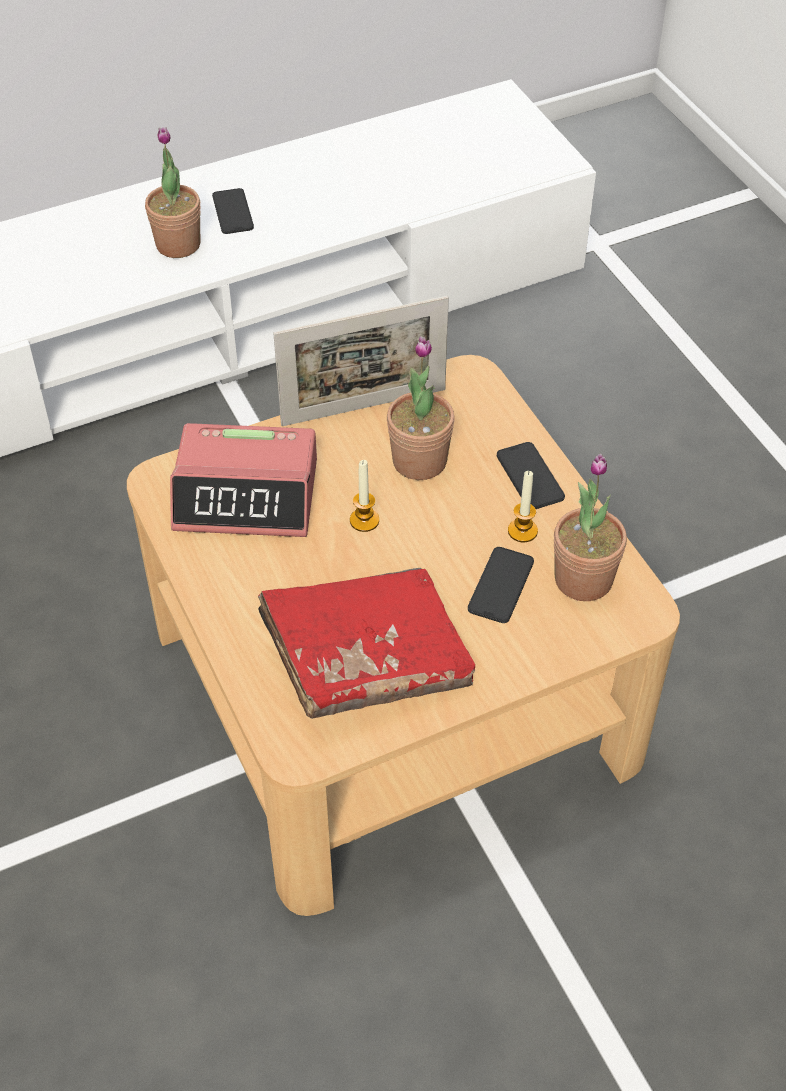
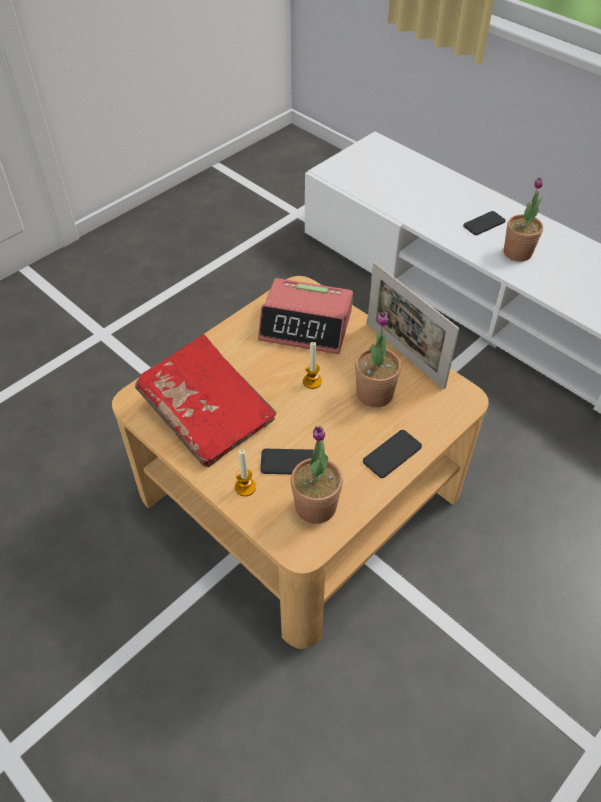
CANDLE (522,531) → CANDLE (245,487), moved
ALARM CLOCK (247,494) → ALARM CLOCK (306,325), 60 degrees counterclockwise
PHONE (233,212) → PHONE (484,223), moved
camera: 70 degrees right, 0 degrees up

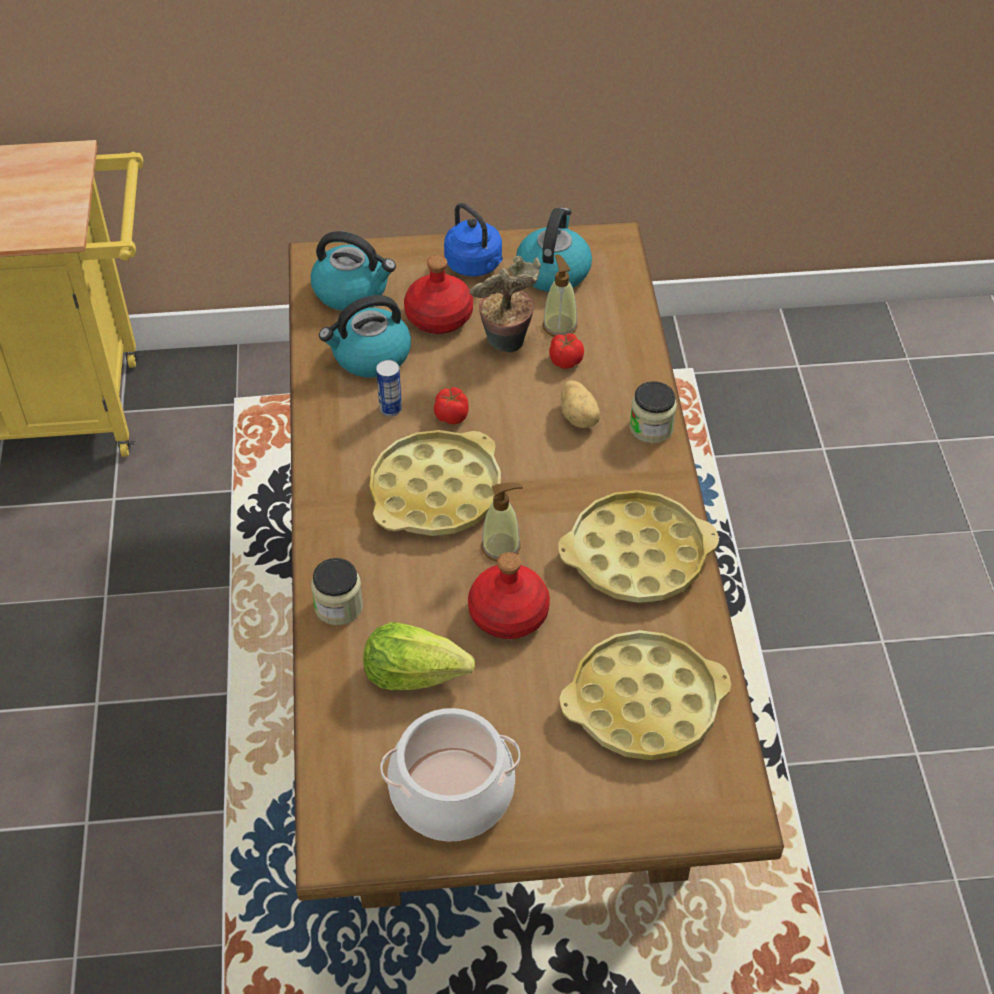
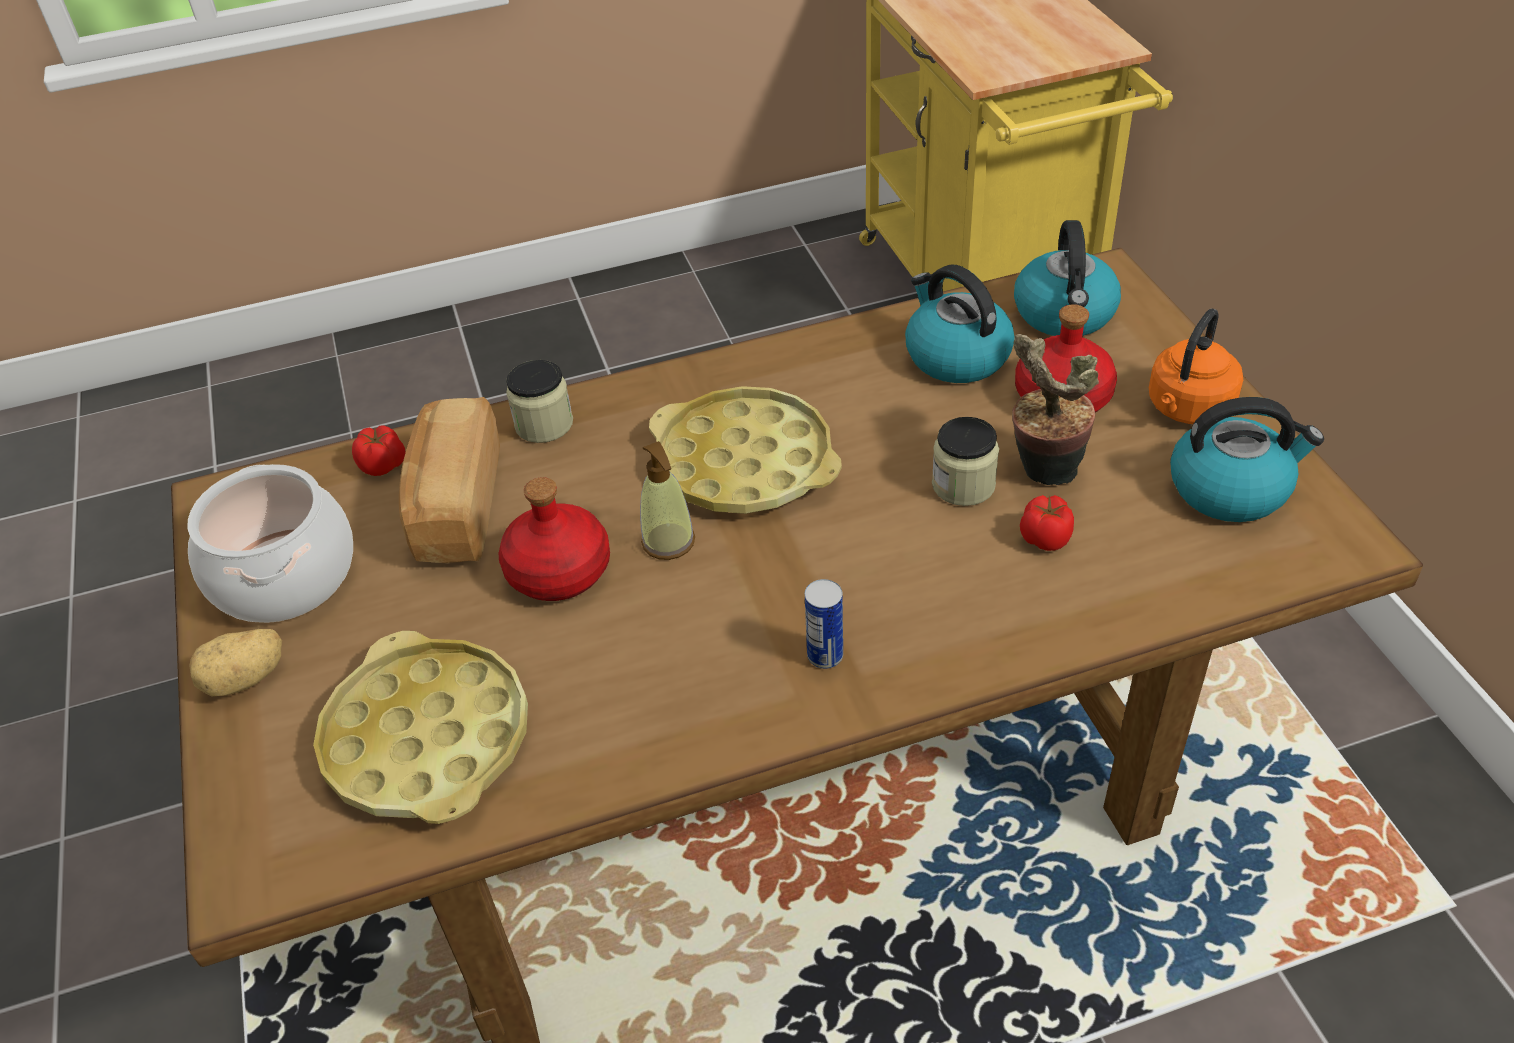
POTATO (579,417) → POTATO (246,679), moved
TOMATO (452,415) → TOMATO (384,465), moved
LETTUCE (415,673) → BREAD (455,507)
CAN (390,409) → CAN (825,656), moved
JAR (651,428) → JAR (963,485), moved
BLUE KETTLE (475,265) → ORANGE KETTLE (1187,409)
SOAP DISPENSER (559,326) → -
YELLOW TRAY (636,555) → -
camera: 80 degrees right, 5 degrees down

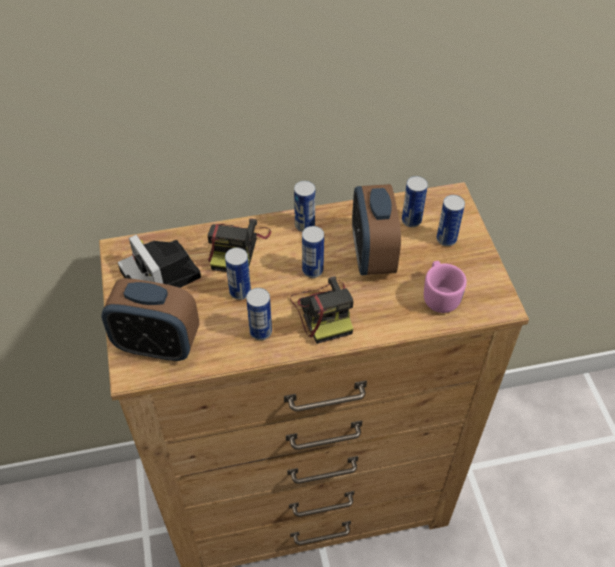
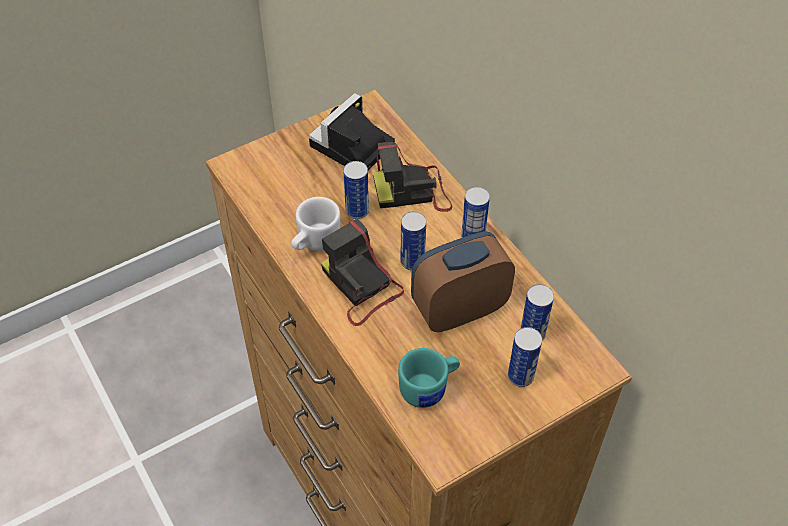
CAN (260,331) → WHITE MUG (314,242)
PHOTO CAMERA (324,311) → PHOTO CAMERA (361,286), 90 degrees clockwise
PINK MUG (440,295) → TURQUOISE MUG (429,389)
ALARM CLOCK (157,345) → -
camera: 70 degrees right, 0 degrees up

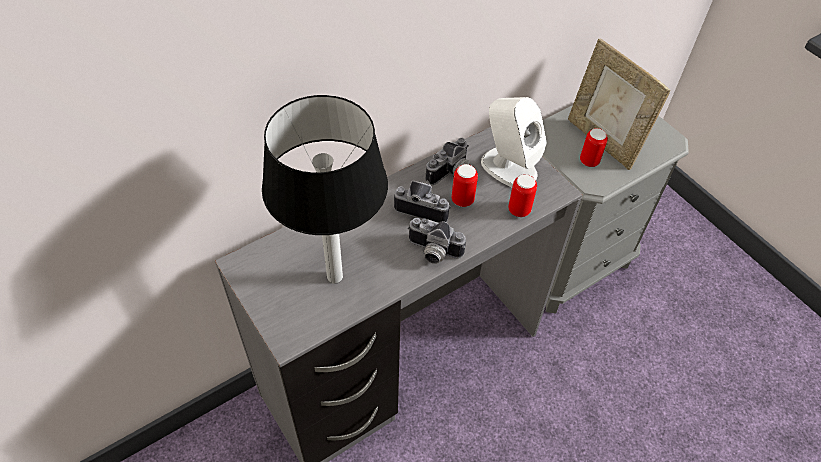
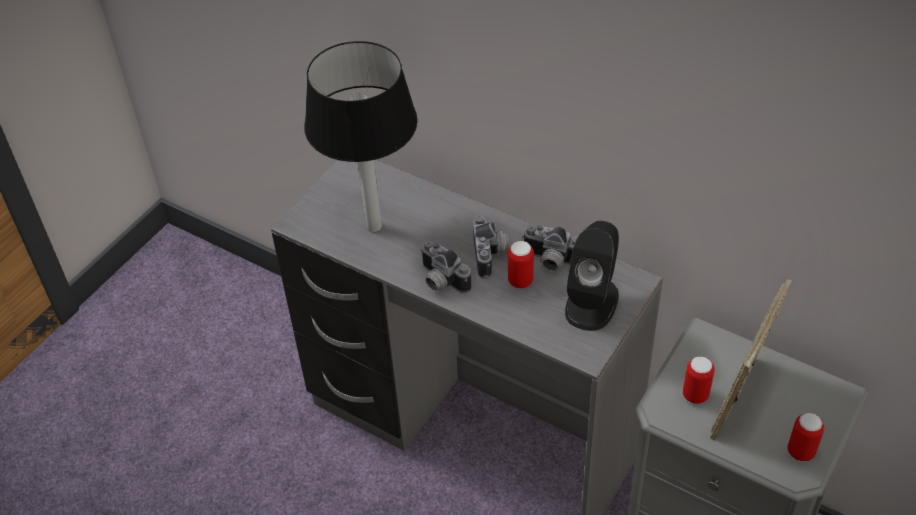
PHOTO CAMERA (433,252) → PHOTO CAMERA (440,281), 45 degrees counterclockwise
WHITE SPEAKER (508,167) → BLACK SPEAKER (592,302)
CAN (519,210) → CAN (800,452), moved
camera: 70 degrees right, 5 degrees down

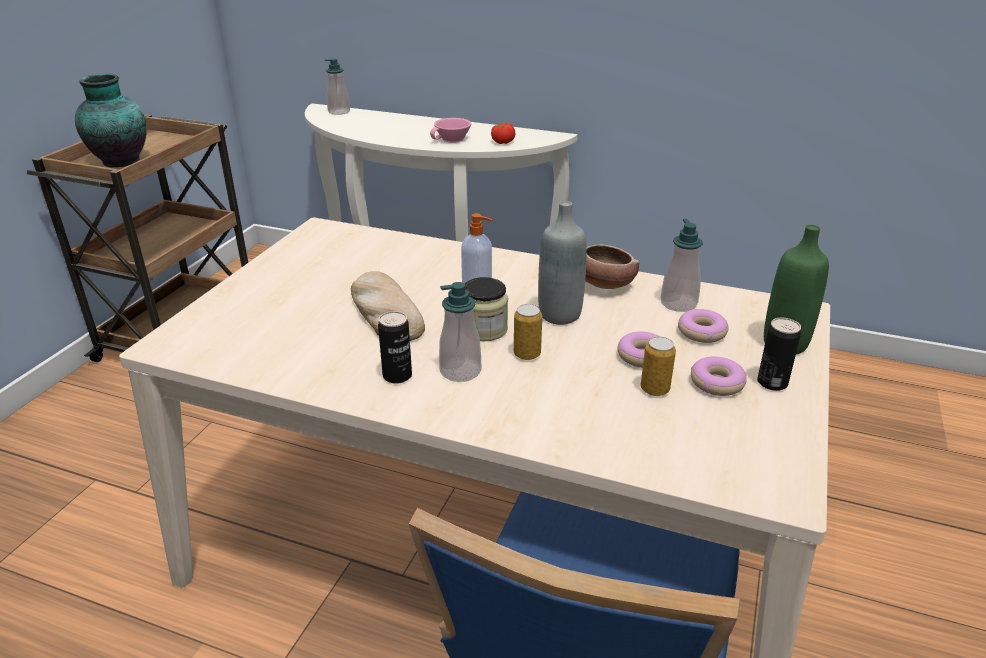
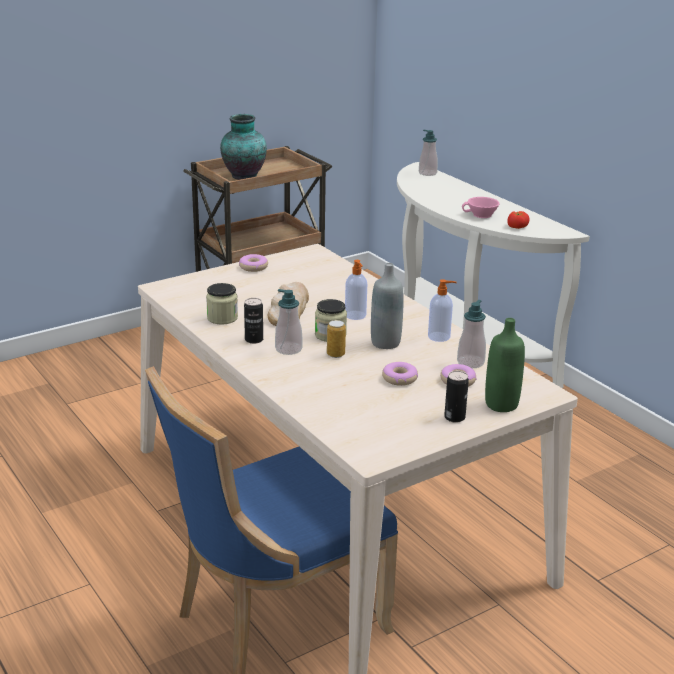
- → JAR (222,318)
DONUT (717,383) → DONUT (253,267), moved
BOWL (603,284) → SOAP DISPENSER (440,337)
CAN (654,389) → -
camera: 35 degrees right, 5 degrees down

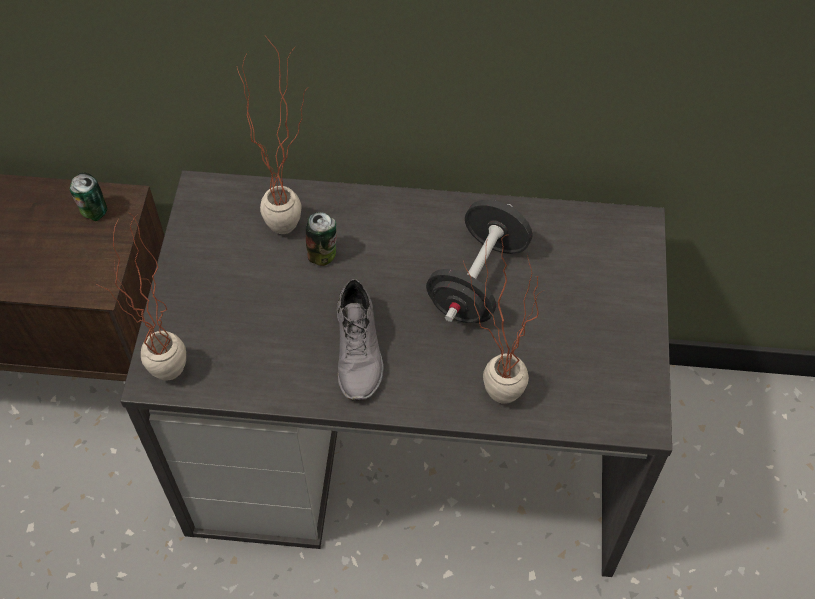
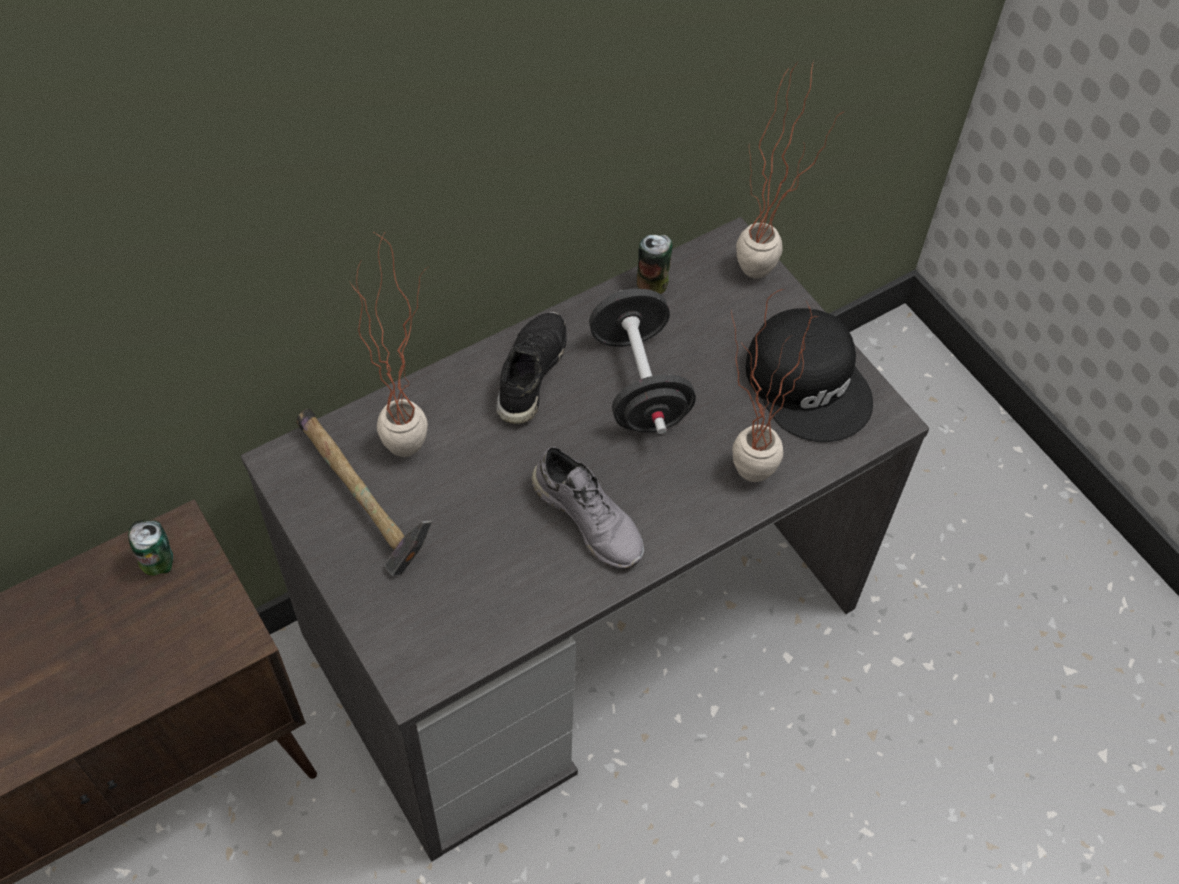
- → HAMMER (361,502)
- → BLACK SHOE (529,373)
CAN (323,255) → CAN (652,284), moved
POTTED PLANT (169,383) → POTTED PLANT (765,279), moved
- → BLACK CAP (809,382)
camera: 40 degrees left, 0 degrees up

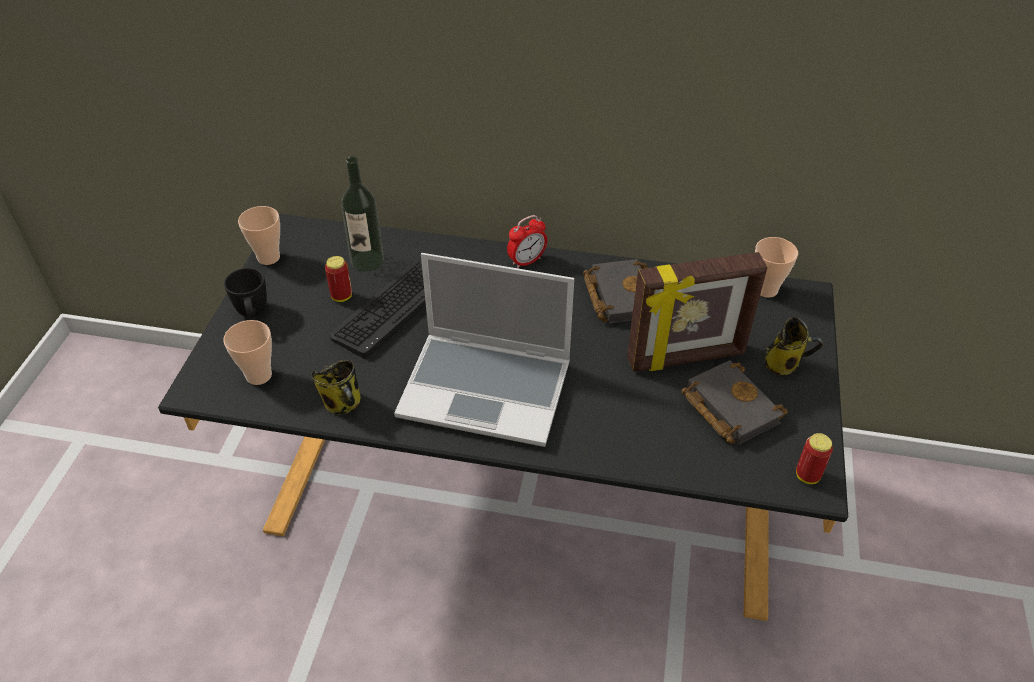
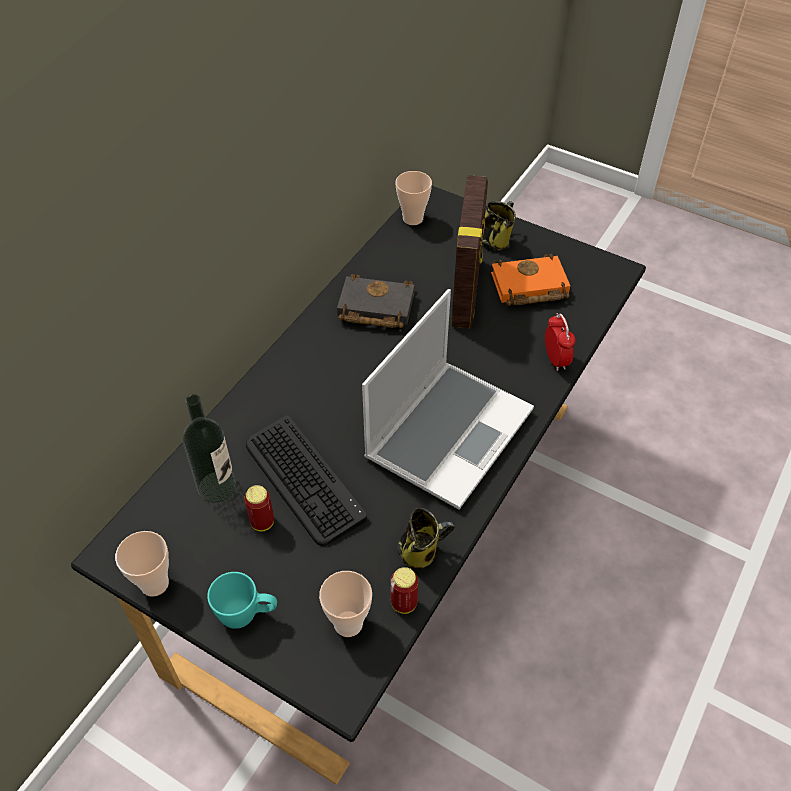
BLACK MUG (253,314) → TURQUOISE MUG (247,615)
CAN (807,475) → CAN (404,603), moved
BLACK BOOK (727,407) → ORANGE BOOK (528,287)
ALARM CLOCK (526,261) → ALARM CLOCK (555,359), moved
camera: 70 degrees left, 5 degrees up

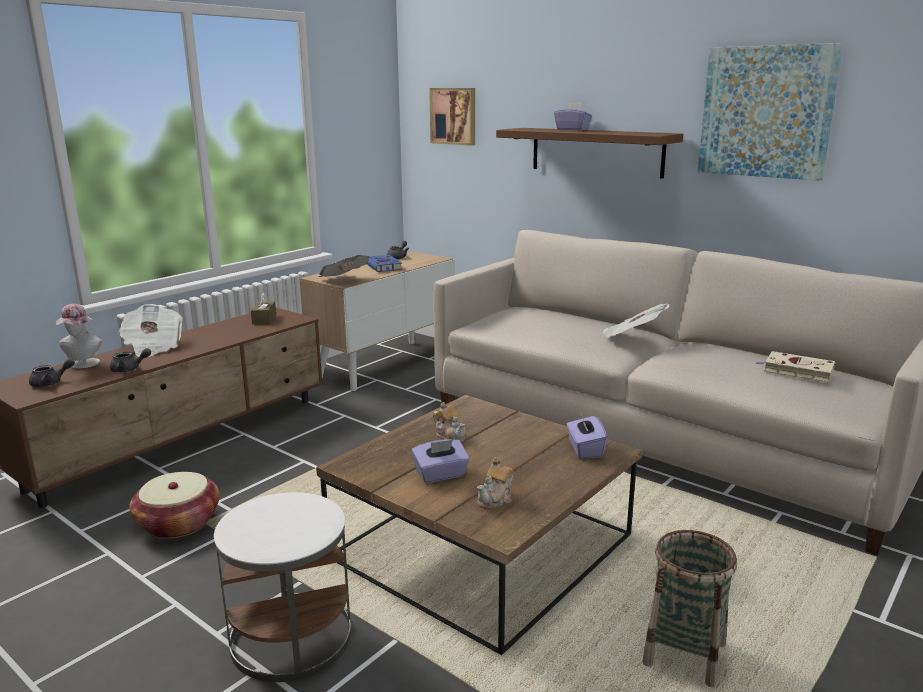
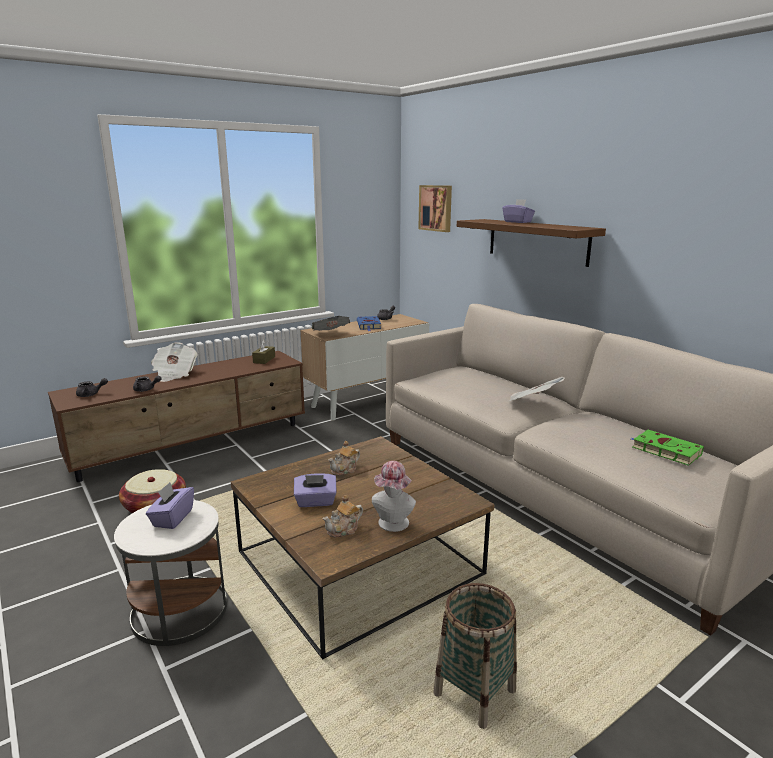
PURPLE TISSUE BOX (585,450) → PURPLE TISSUE BOX (172,518), moved
TEAPOT (450,436) → TEAPOT (345,470), 75 degrees clockwise
HAT (83,365) → HAT (393,525), moved
BEIGE BOOK (796,370) → GREEN BOOK (664,450)
PICTURE (766,112) → -
camera: 15 degrees right, 0 degrees up

